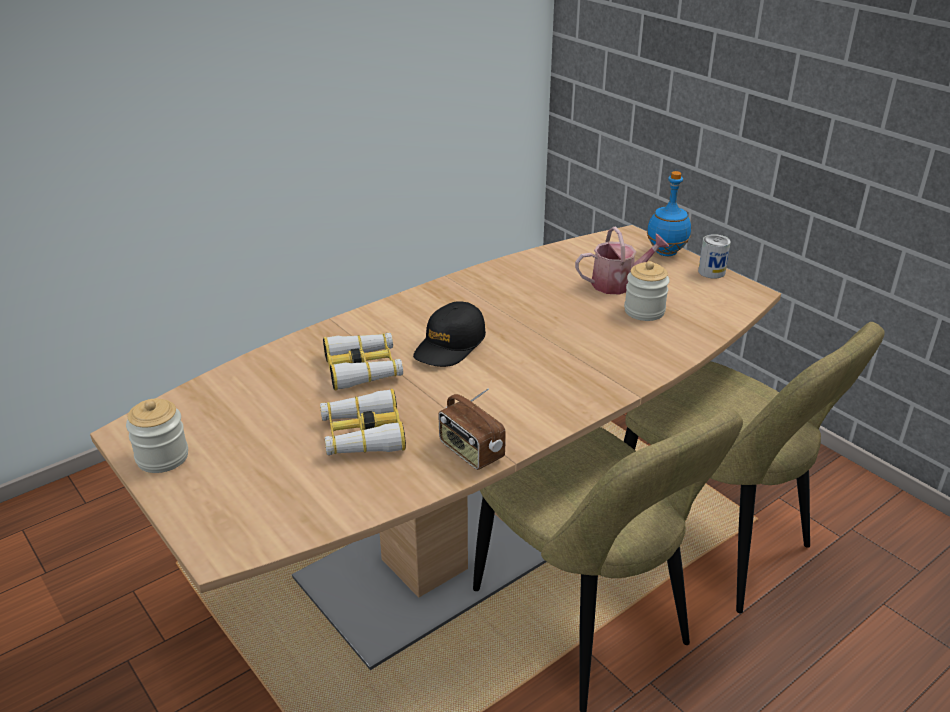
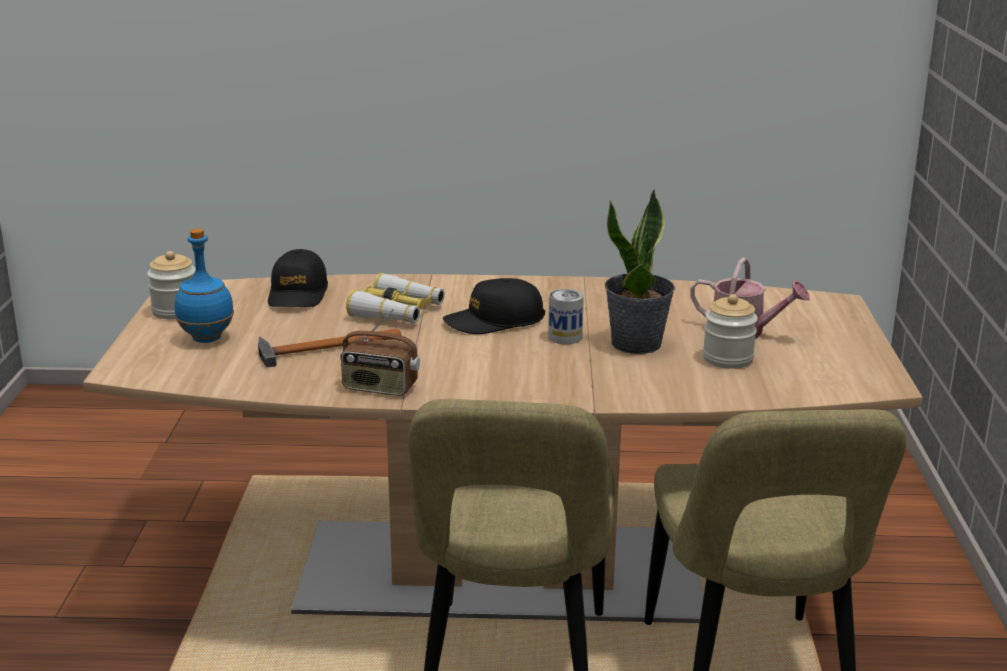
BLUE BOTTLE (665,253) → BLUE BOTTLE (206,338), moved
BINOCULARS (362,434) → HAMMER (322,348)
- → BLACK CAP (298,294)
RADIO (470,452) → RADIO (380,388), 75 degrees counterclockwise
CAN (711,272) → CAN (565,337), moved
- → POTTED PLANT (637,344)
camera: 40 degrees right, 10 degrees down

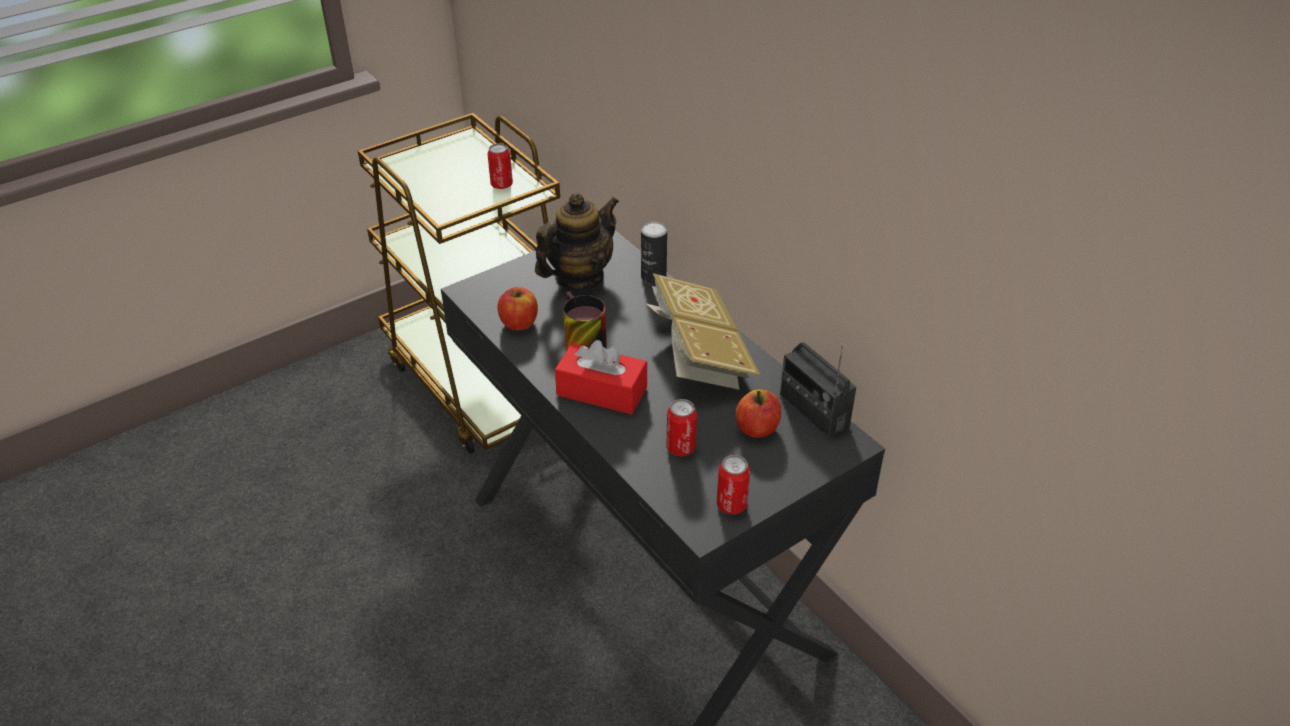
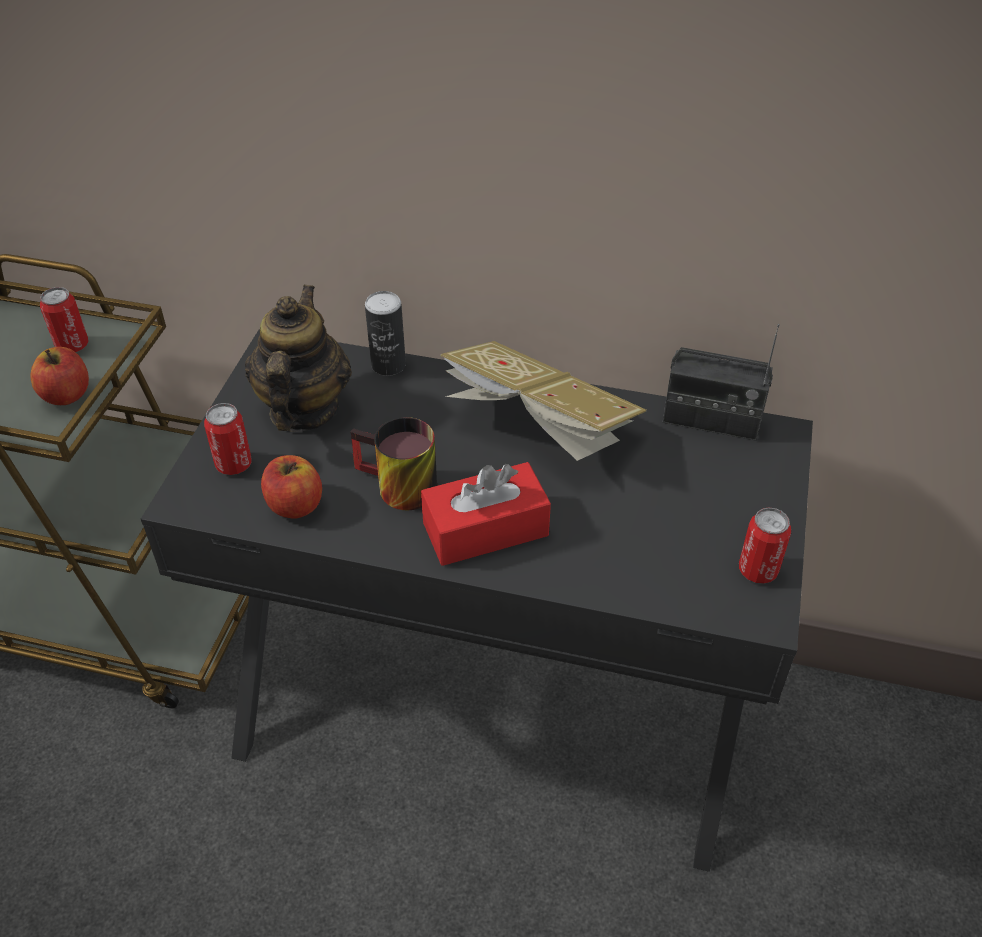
APPLE (757,428) → APPLE (67,394), moved
CAN (680,448) → CAN (234,464), moved
camera: 40 degrees left, 5 degrees up

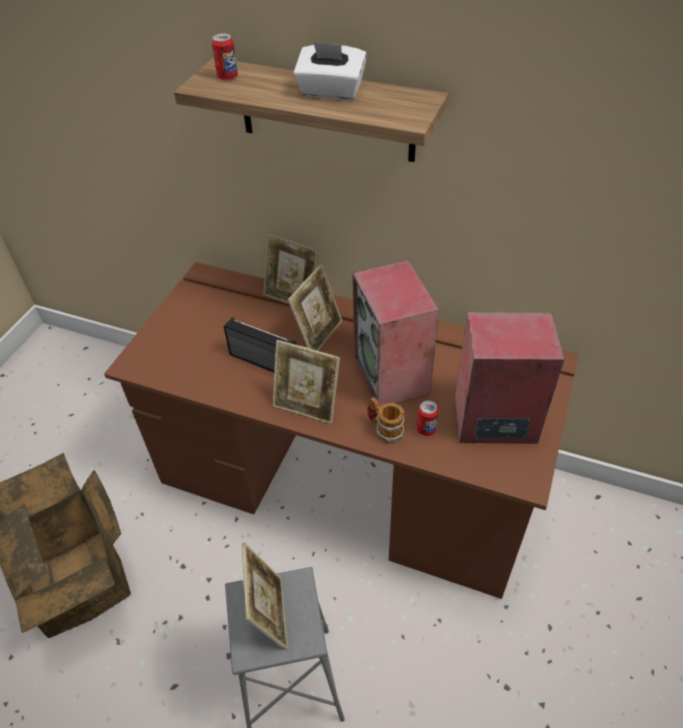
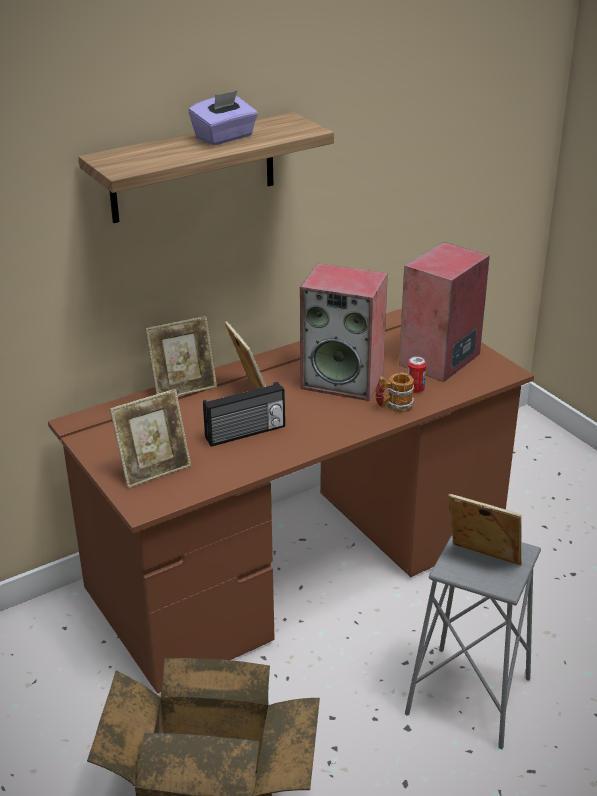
PICTURE FRAME (307,406) → PICTURE FRAME (154,470), moved
WHITE TISSUE BOX (331,92) → PURPLE TISSUE BOX (224,137)
CAN (227,77) → -
camera: 55 degrees left, 15 degrees down

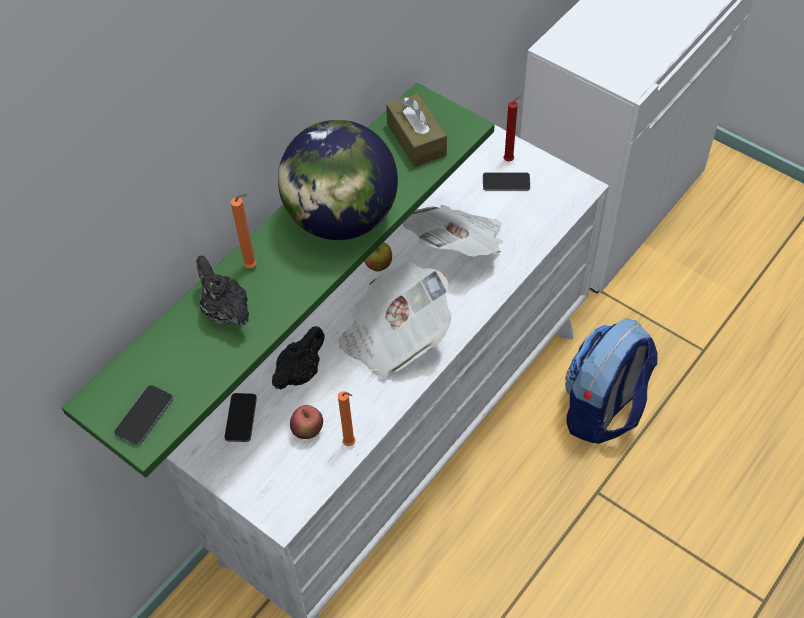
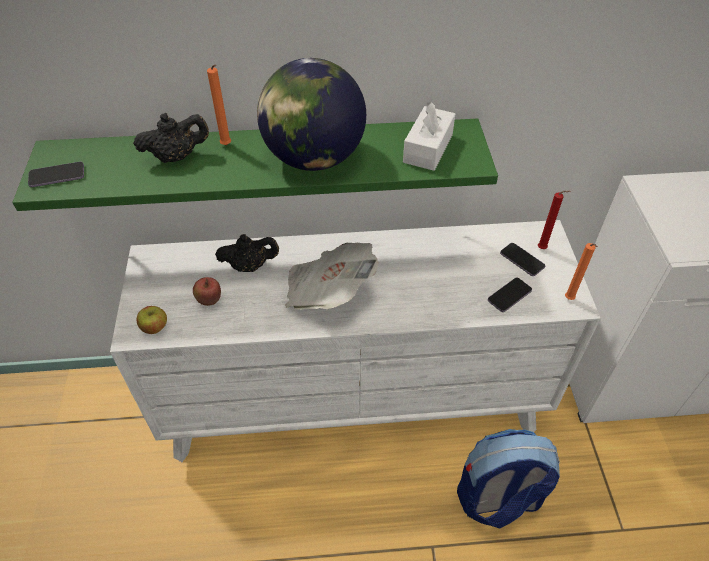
BLACK TEAPOT (225,311) → BLACK TEAPOT (177,157), 60 degrees clockwise
APPLE (378,264) → APPLE (155,327), moved
BROWN TISSUE BOX (416,140) → WHITE TISSUE BOX (428,148)
PHONE (241,418) → PHONE (509,295), moved
ORANGE CANDLE (351,444) → ORANGE CANDLE (569,300), moved
NEWSPAPER (457,247) → -
camera: 45 degrees right, 5 degrees down

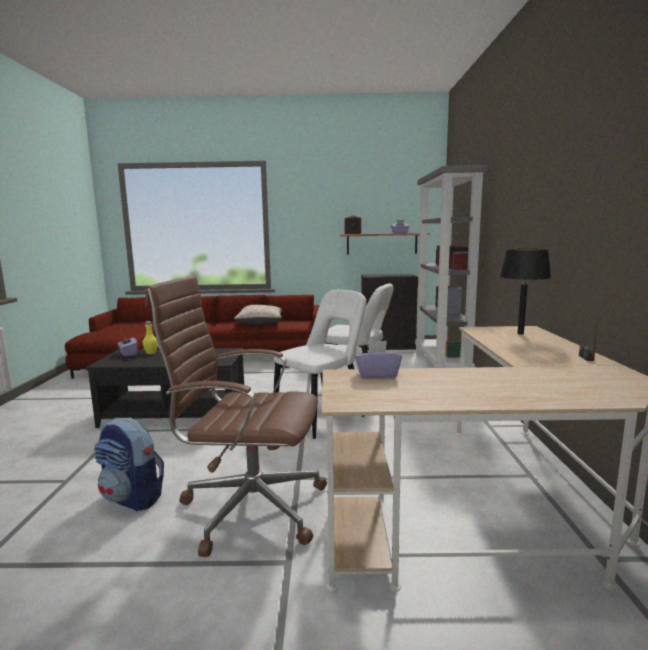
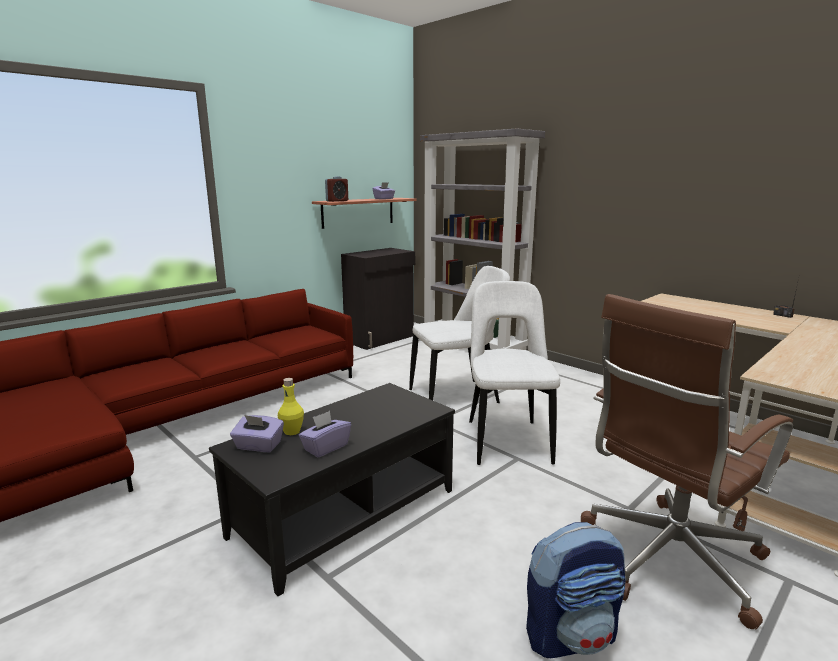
PURPLE TISSUE BOX (377,374) → PURPLE TISSUE BOX (325,447), moved
BEIGE PILLOW (260,323) → -
BLACK TABLE LAMP (520,333) → -
camera: 45 degrees left, 5 degrees up

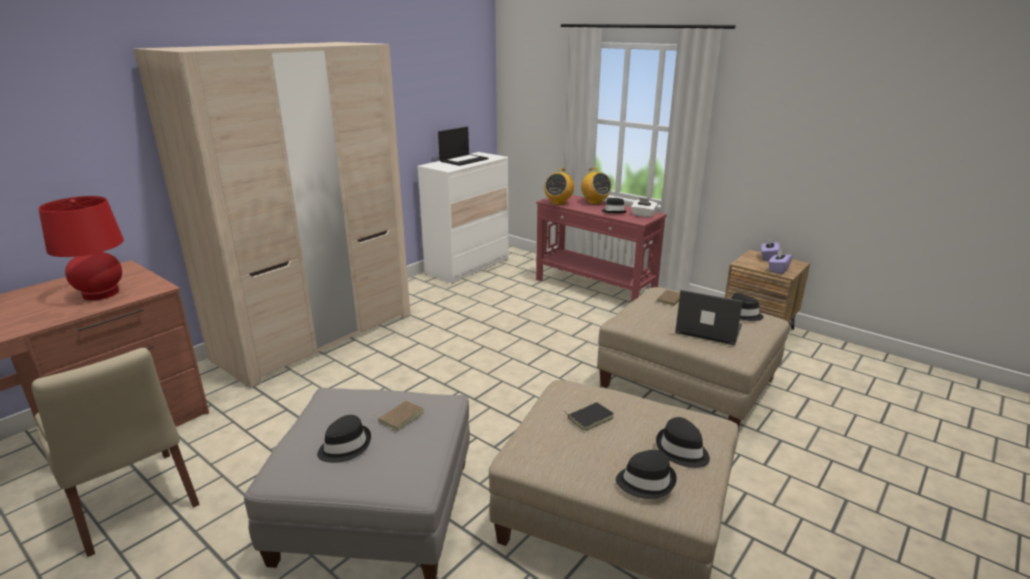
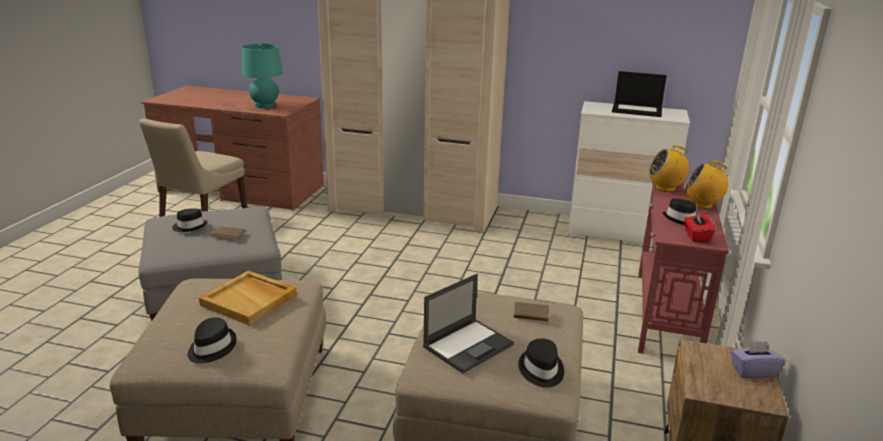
BLACK BOOK (589,417) → BEIGE TRAY (250,300)
RED TABLE LAMP (101,294) → TURQUOISE TABLE LAMP (265,105)
LAPTOP (707,329) → LAPTOP (469,345), 45 degrees clockwise
RADIO (595,202) → RADIO (702,205), 75 degrees clockwise
WHITE TISSUE BOX (643,215) → RED TISSUE BOX (696,237)
BLACK HAT (646,481) → -
PURPLE TISSUE BOX (778,269) → -
camera: 65 degrees right, 0 degrees up

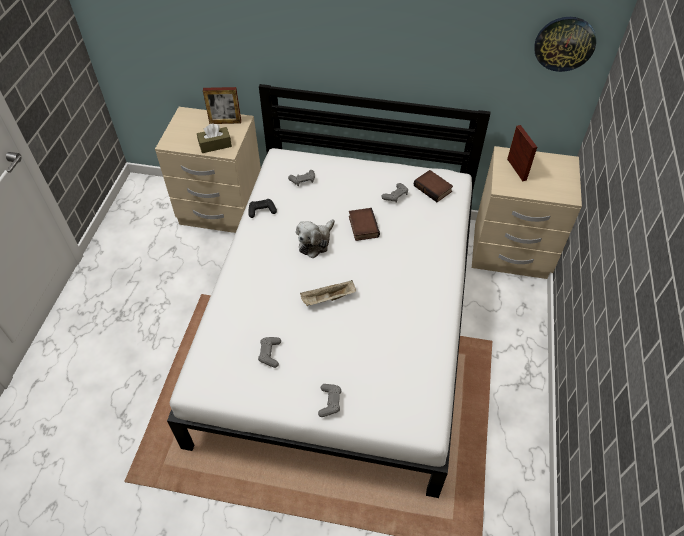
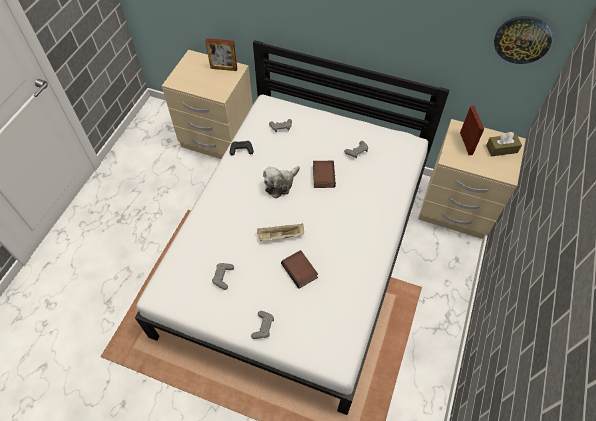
BOOK (433,188) → BOOK (300,271), moved
BROWN TISSUE BOX (215,145) → BROWN TISSUE BOX (501,149), moved
camera: 10 degrees right, 5 degrees up

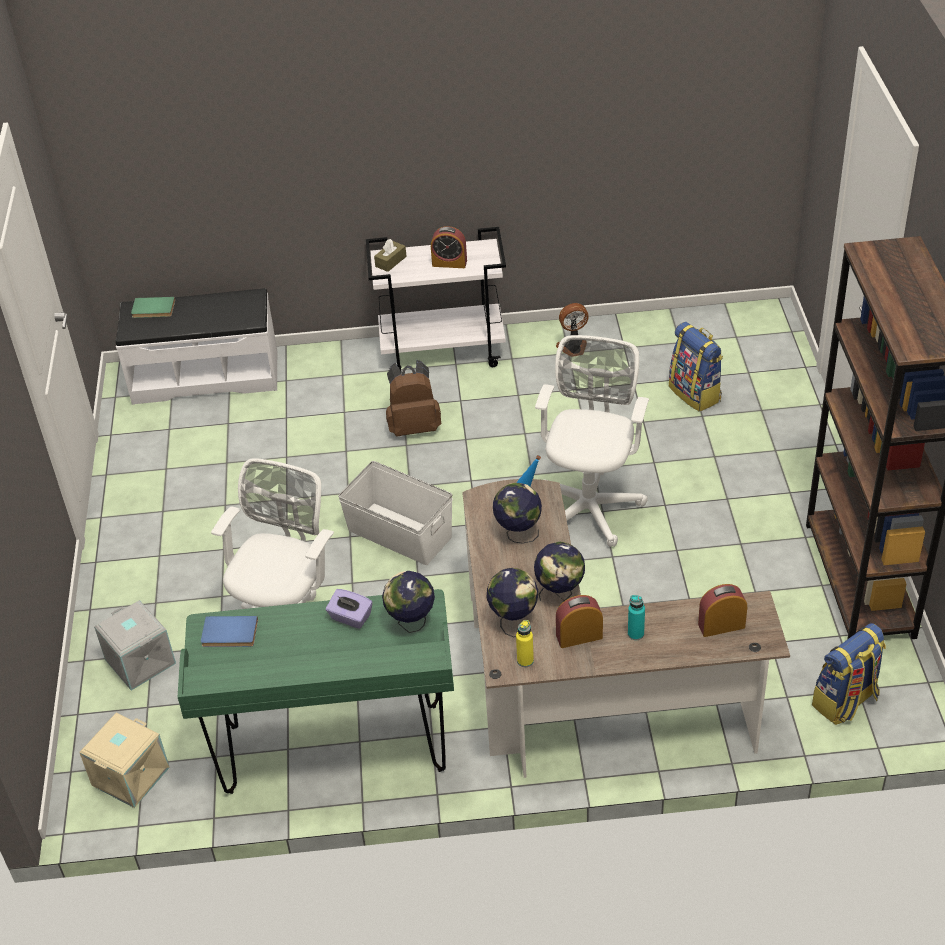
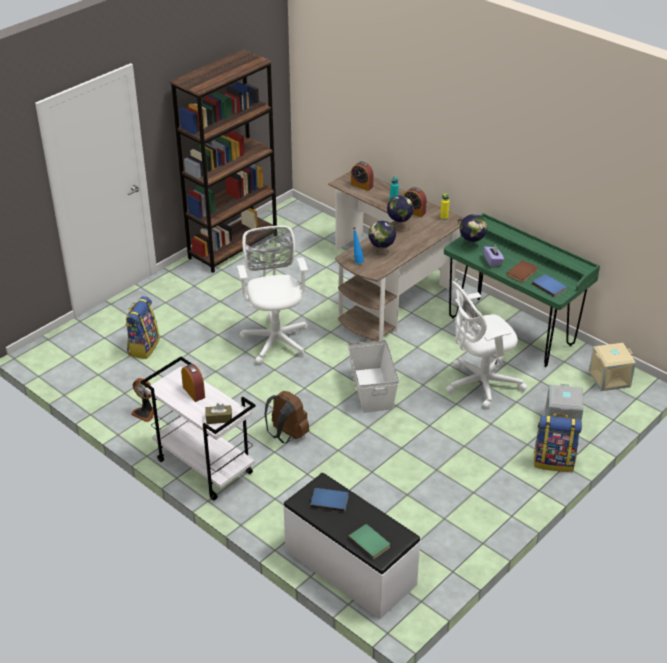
WHITE OFFICE CHAIR (590,506) → WHITE OFFICE CHAIR (275,338), 105 degrees clockwise
- → BLUE BOOK (329,500)
- → BROWN BOOK (523,273)
BACKPACK (845,701) → BACKPACK (554,461), moved
GLOBE (513,620) → -
camera: 135 degrees left, 5 degrees down

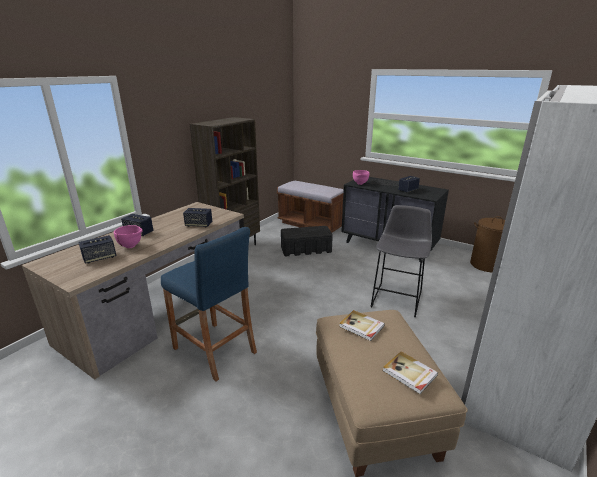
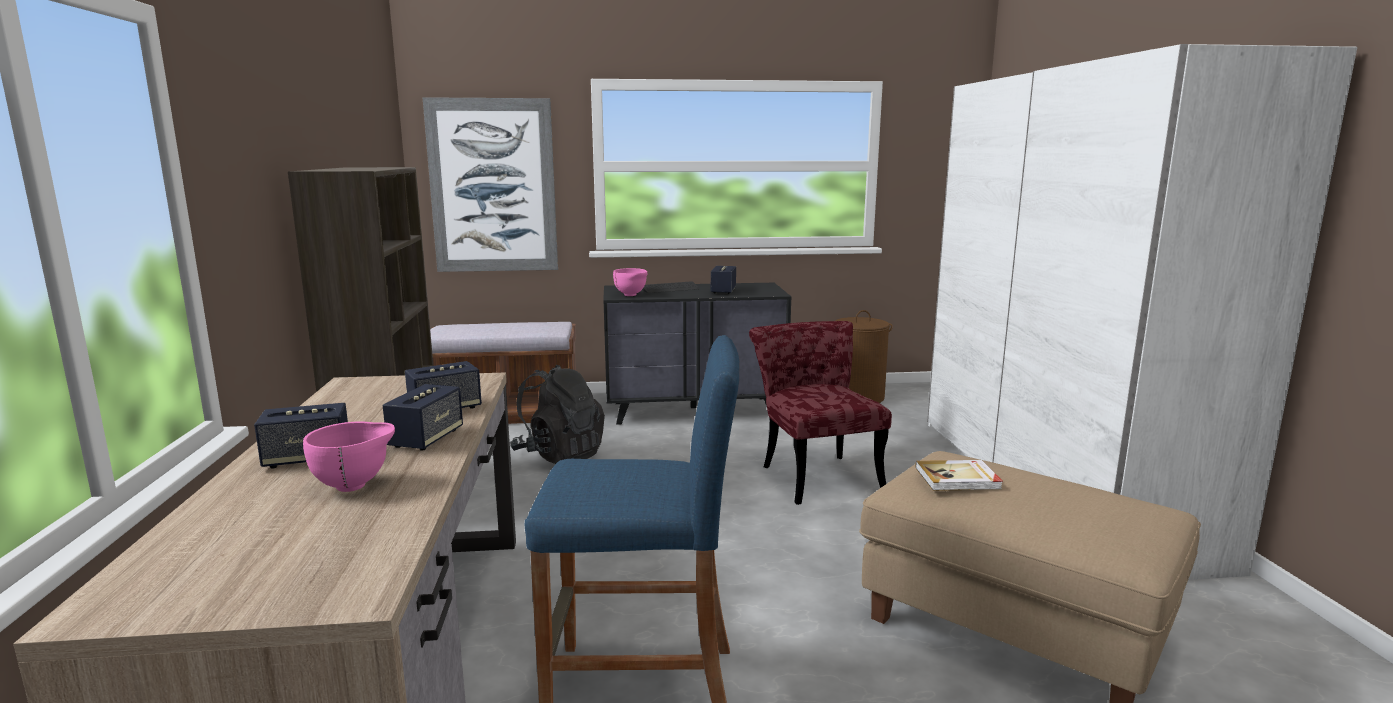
SPEAKER (99,258) → SPEAKER (426,439), moved
- → PICTURE (493,186)
BLACK STORAGE BOX (306,249) → BLACK BACKPACK (559,455)
GREY STOOL (397,297) → RED CHAIR (815,474)
BOOK (409,373) → -
camera: 40 degrees left, 10 degrees down

